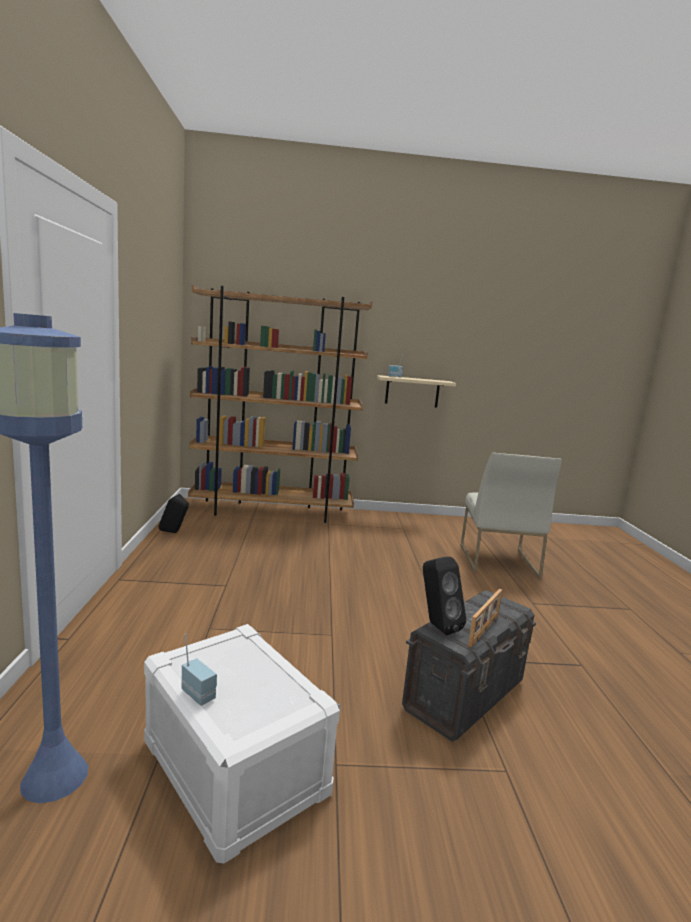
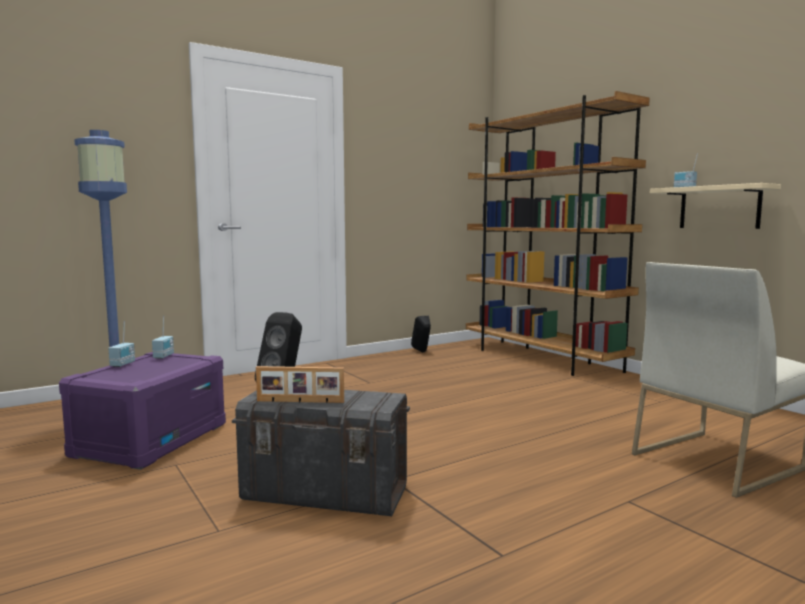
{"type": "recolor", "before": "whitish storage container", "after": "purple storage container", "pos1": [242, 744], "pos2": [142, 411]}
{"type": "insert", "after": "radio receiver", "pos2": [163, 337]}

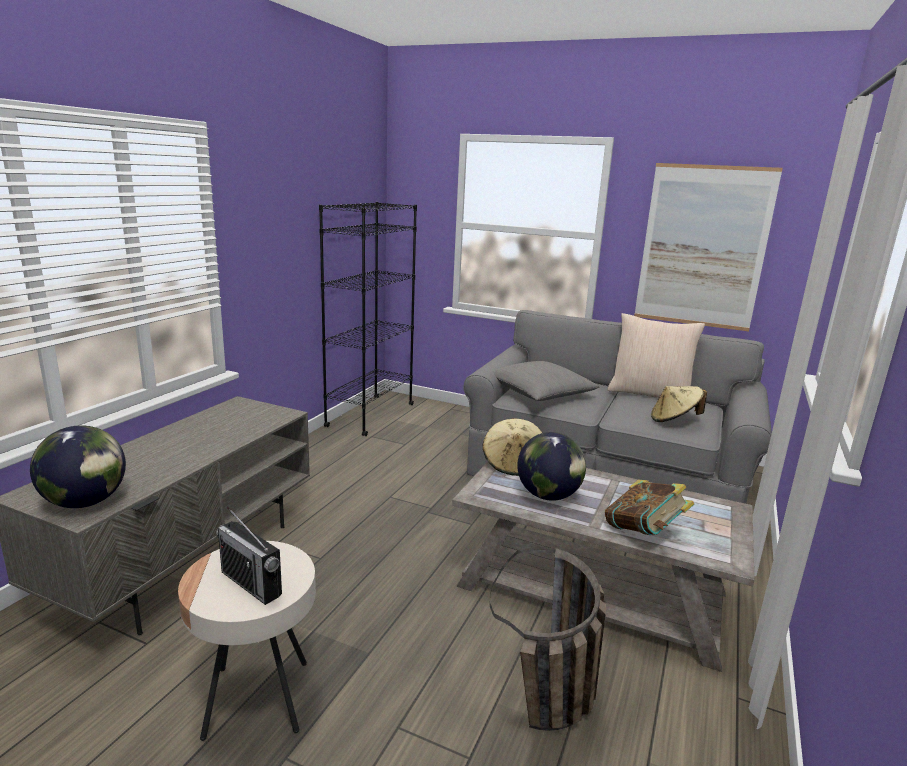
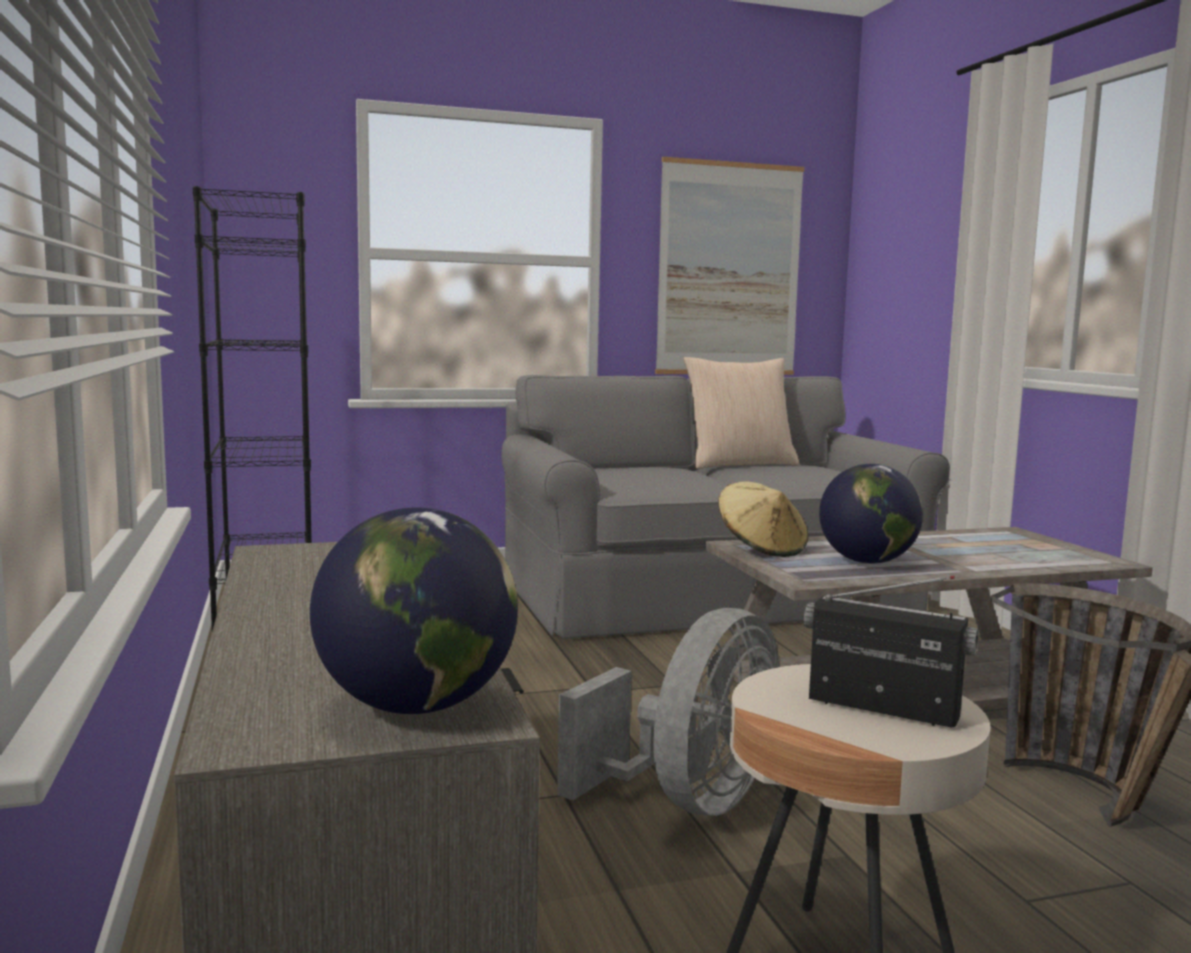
{"type": "delete", "before": "greyish cushion", "pos1": [546, 381]}
{"type": "delete", "before": "beige hat", "pos1": [679, 404]}
{"type": "delete", "before": "volume", "pos1": [649, 507]}
{"type": "rotate", "before": "radio receiver", "pos1": [249, 556], "pos2": [891, 651], "turn": -150}
{"type": "insert", "after": "greyish fan", "pos2": [668, 712]}

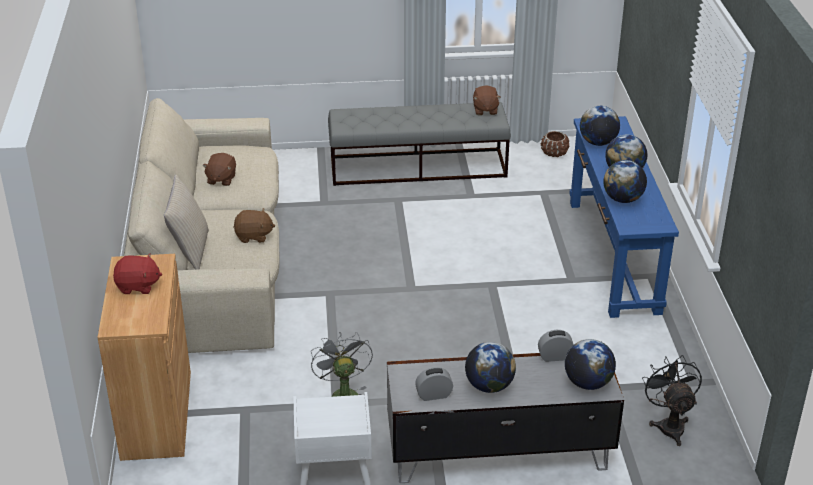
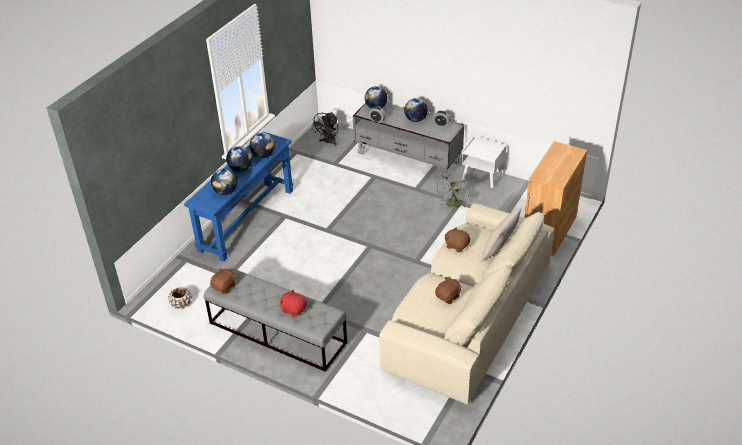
{"type": "move", "before": "red plush toy", "pos1": [137, 274], "pos2": [293, 303]}

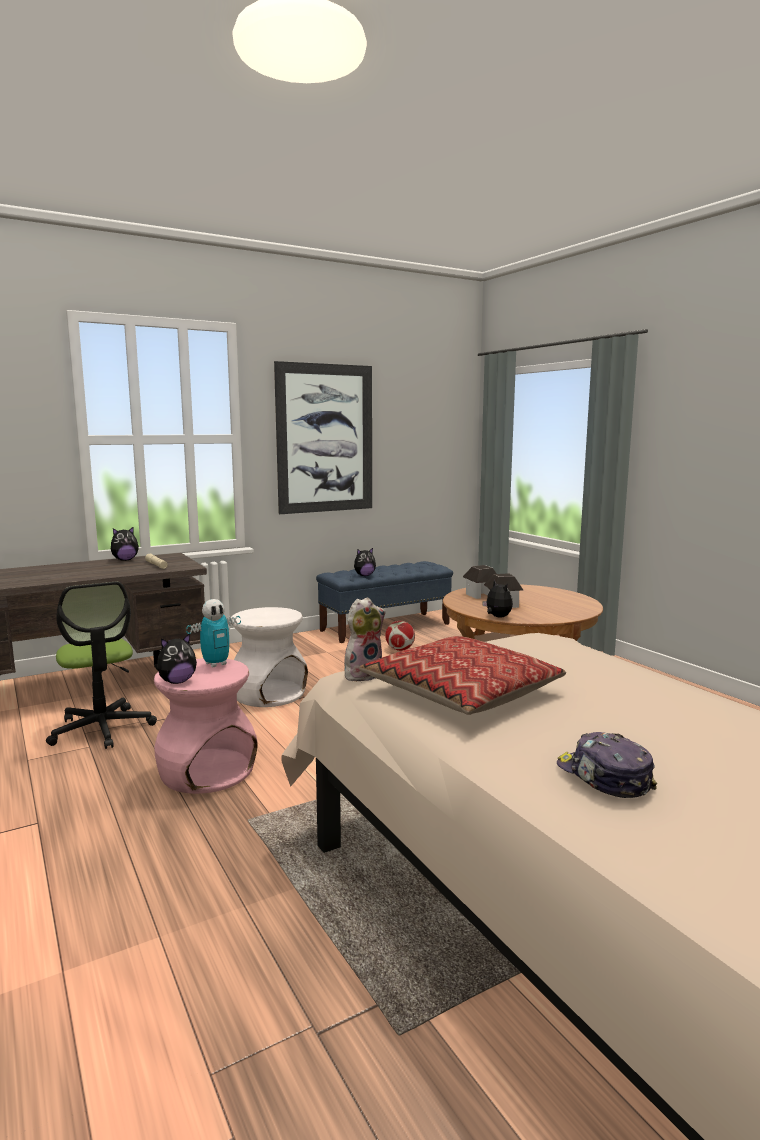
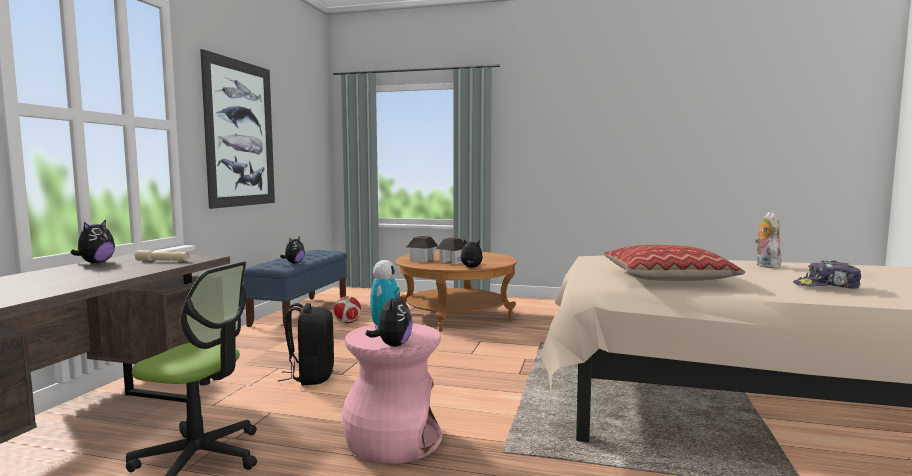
{"type": "move", "before": "plush toy", "pos1": [365, 639], "pos2": [767, 240]}
{"type": "replace", "before": "whitish stool", "after": "blackish rucksack", "pos1": [269, 657], "pos2": [306, 344]}

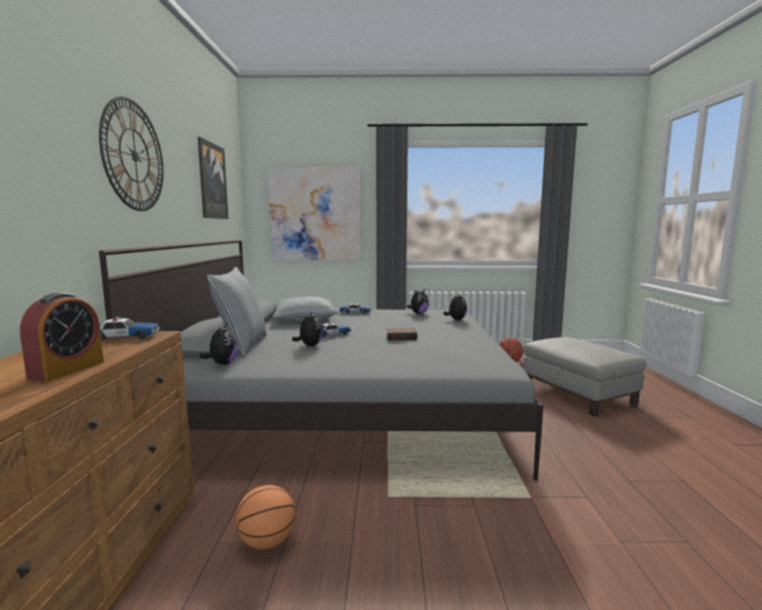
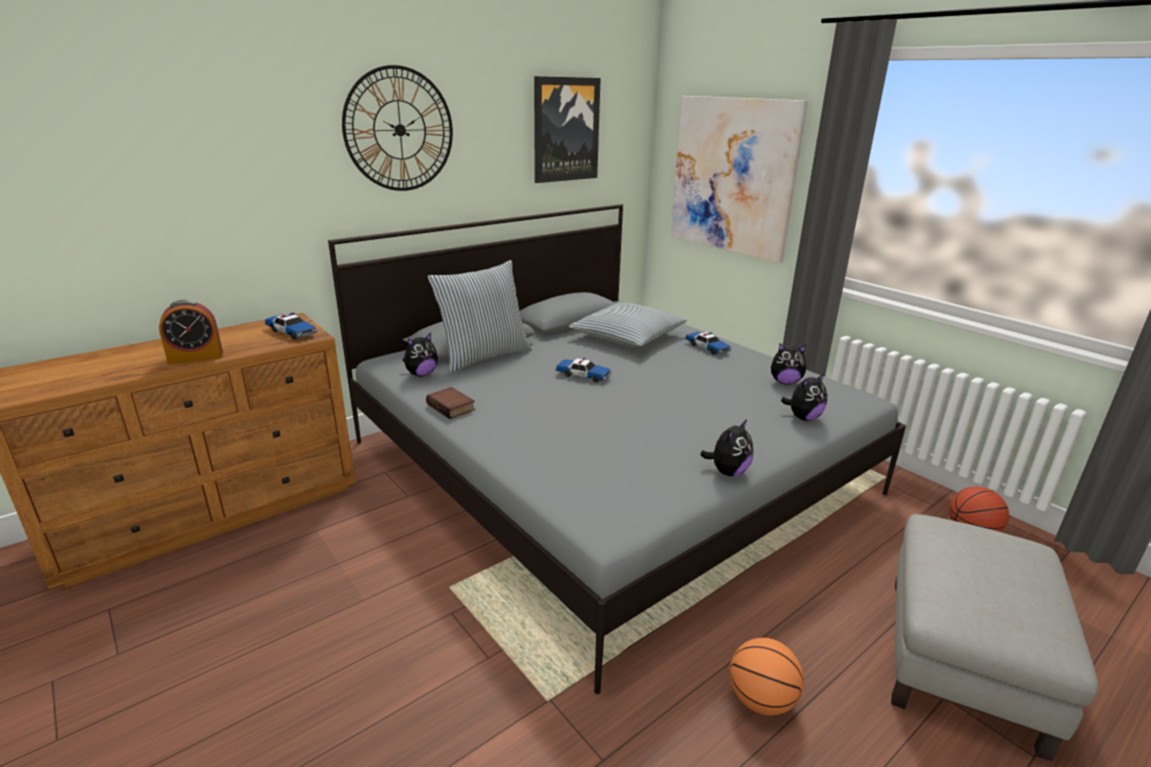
{"type": "move", "before": "plush toy", "pos1": [307, 329], "pos2": [726, 447]}
{"type": "move", "before": "volume", "pos1": [402, 334], "pos2": [450, 403]}
{"type": "move", "before": "basketball", "pos1": [265, 517], "pos2": [766, 676]}

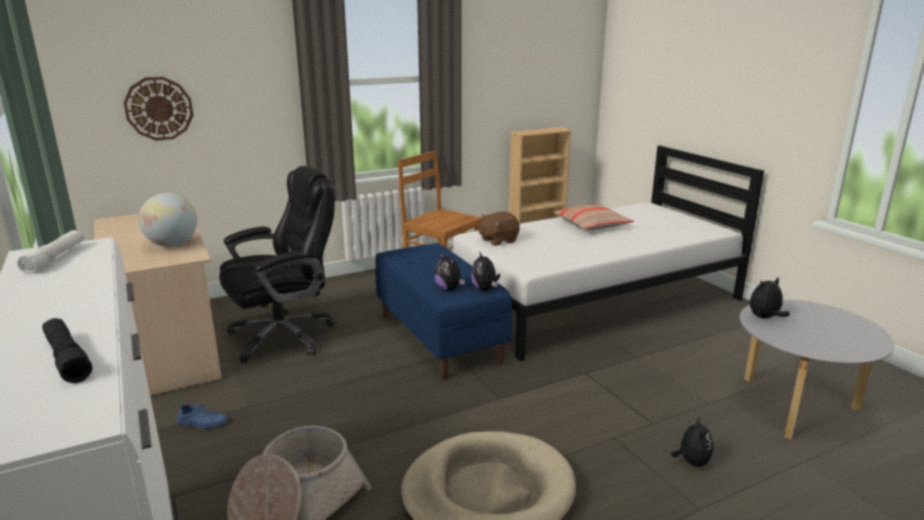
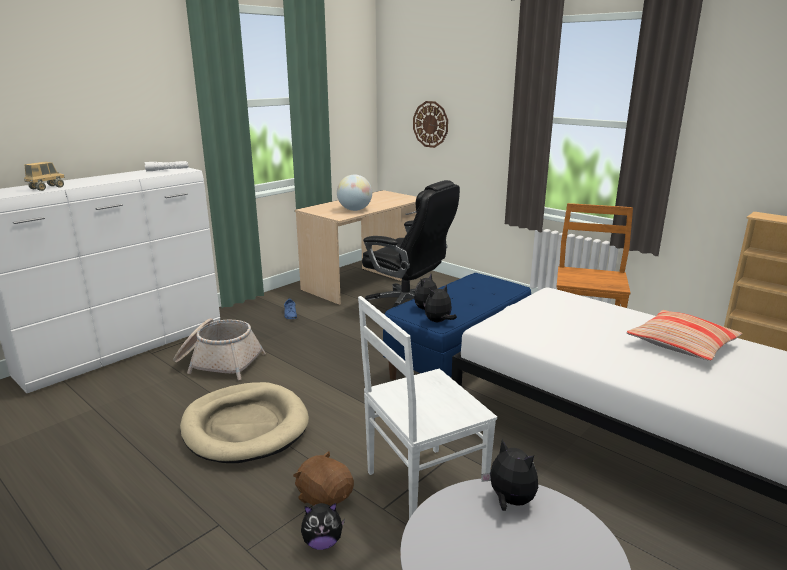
{"type": "move", "before": "brown plush toy", "pos1": [499, 228], "pos2": [323, 478]}
{"type": "replace", "before": "blackish flashlight", "after": "model truck", "pos1": [67, 350], "pos2": [44, 176]}
{"type": "insert", "after": "whitish upright chair", "pos2": [427, 407]}

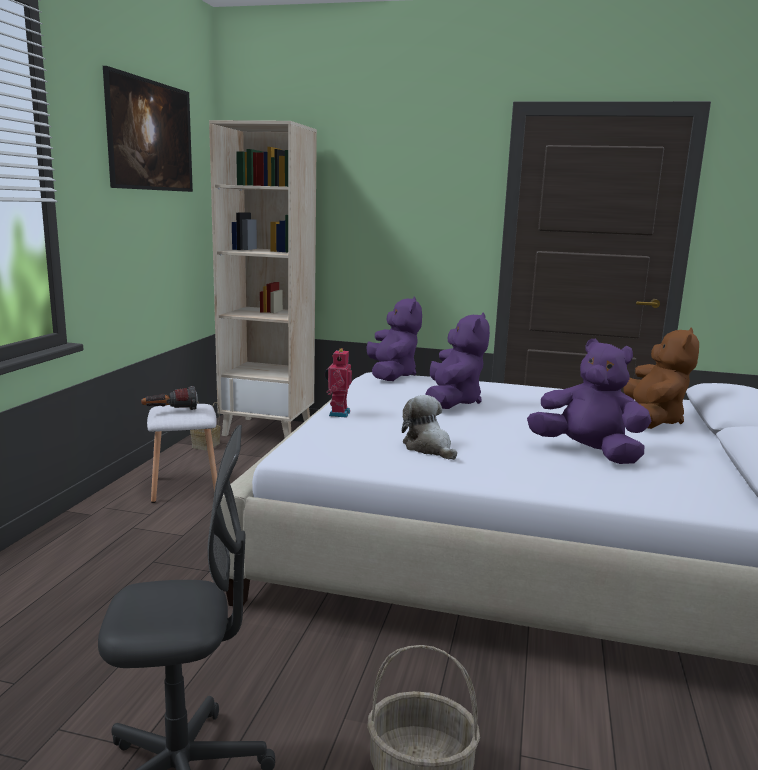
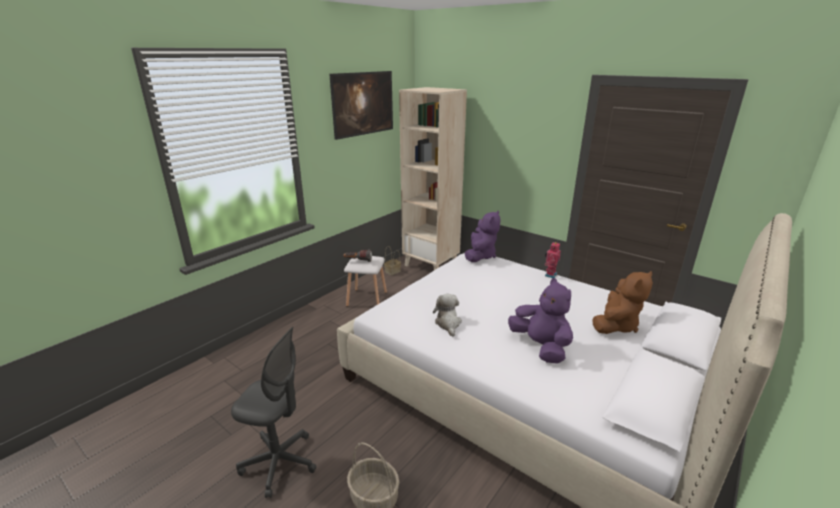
{"type": "delete", "before": "purple plush toy", "pos1": [457, 360]}
{"type": "move", "before": "model robot", "pos1": [338, 383], "pos2": [553, 260]}

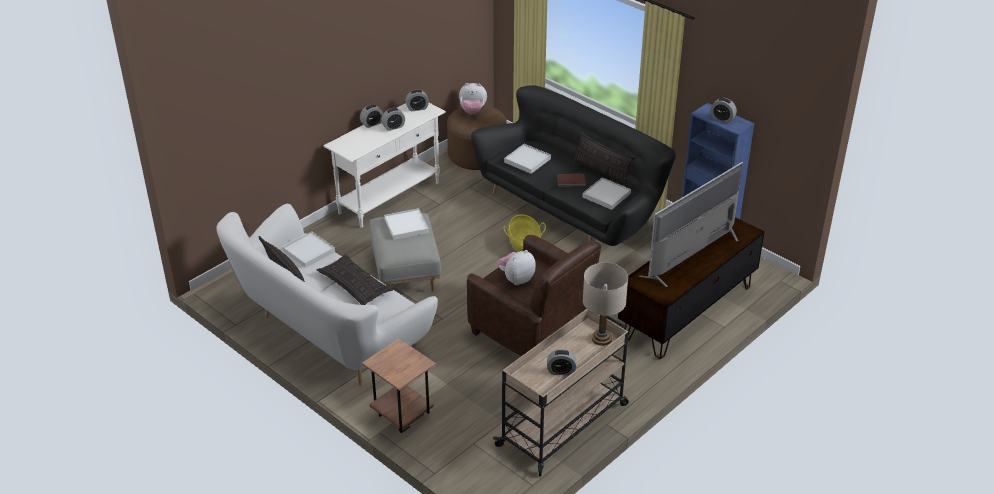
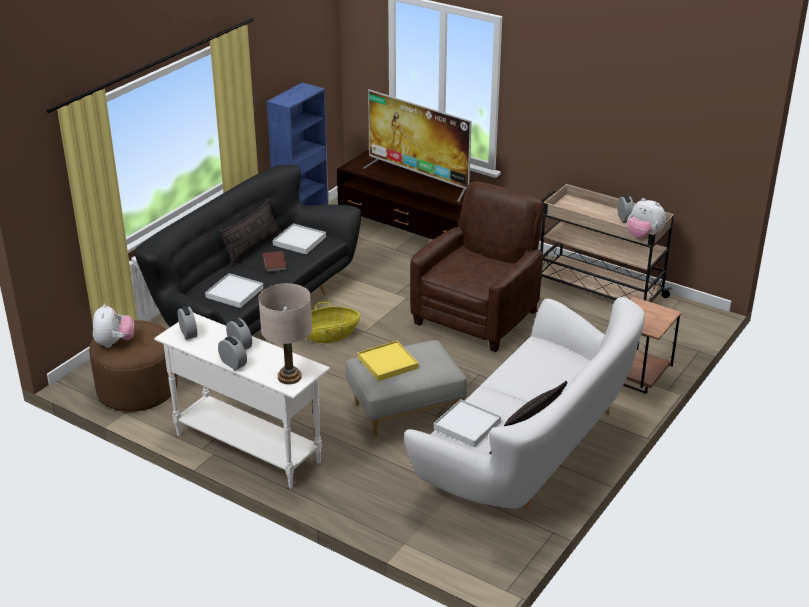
{"type": "delete", "before": "table clock", "pos1": [723, 110]}
{"type": "recolor", "before": "whitish tray", "after": "yellowish tray", "pos1": [406, 224], "pos2": [388, 361]}
{"type": "move", "before": "plush toy", "pos1": [517, 267], "pos2": [646, 218]}
{"type": "delete", "before": "cushion", "pos1": [355, 279]}
{"type": "move", "before": "beige lamp for a table", "pos1": [605, 304], "pos2": [285, 333]}

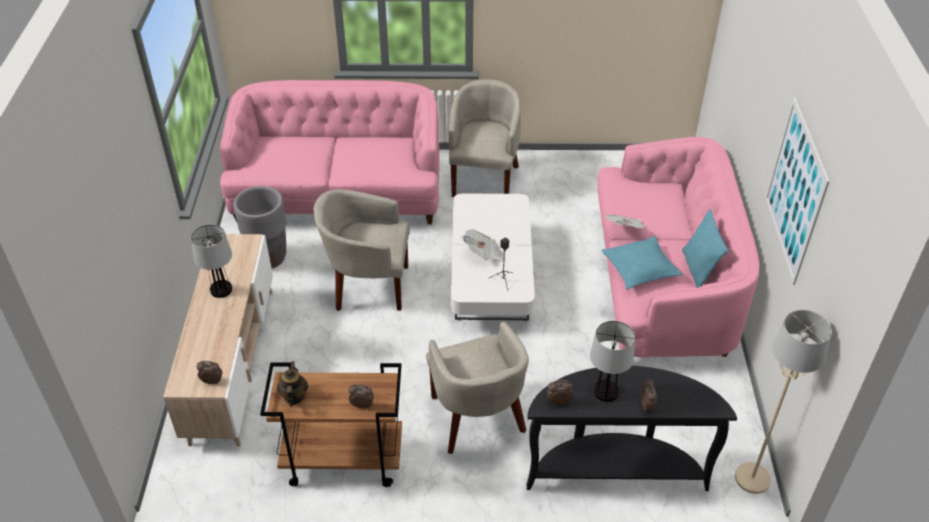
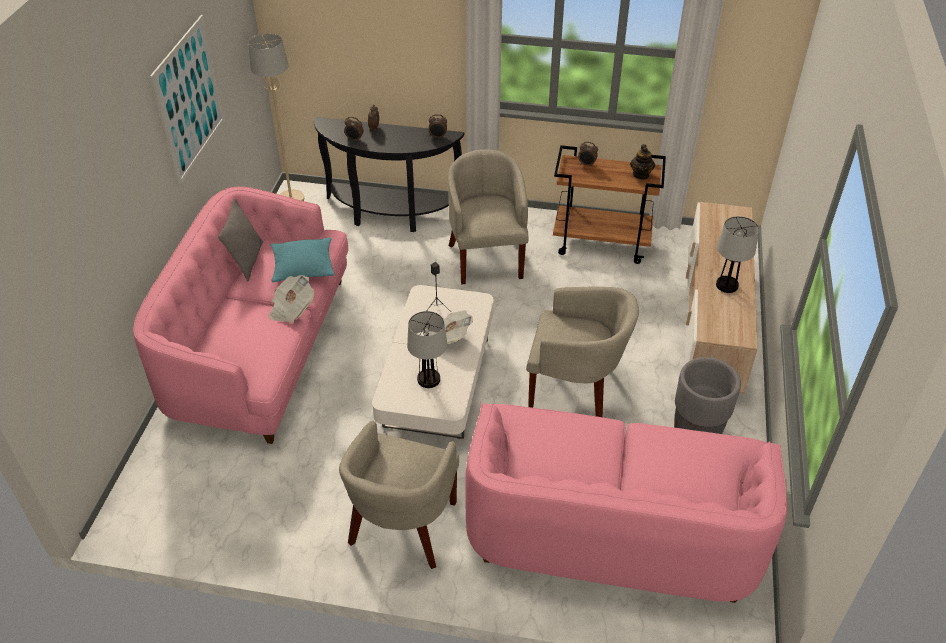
{"type": "recolor", "before": "turquoise-coloured cushion", "after": "greyish cushion", "pos1": [705, 248], "pos2": [240, 240]}
{"type": "move", "before": "lamp for a table", "pos1": [612, 361], "pos2": [427, 349]}
{"type": "move", "before": "table clock", "pos1": [209, 373], "pos2": [354, 129]}

